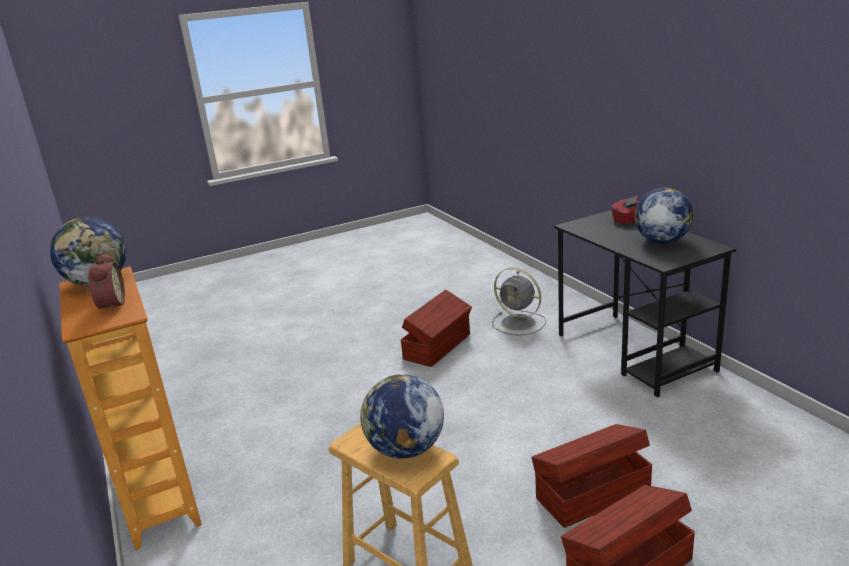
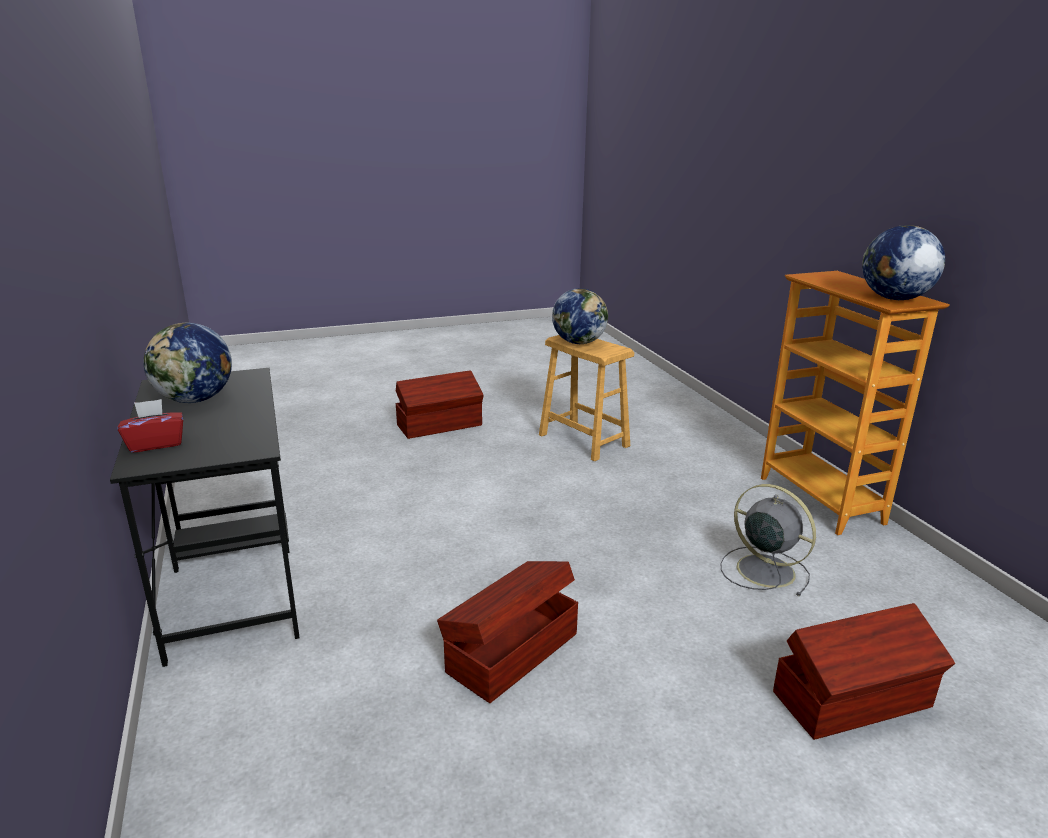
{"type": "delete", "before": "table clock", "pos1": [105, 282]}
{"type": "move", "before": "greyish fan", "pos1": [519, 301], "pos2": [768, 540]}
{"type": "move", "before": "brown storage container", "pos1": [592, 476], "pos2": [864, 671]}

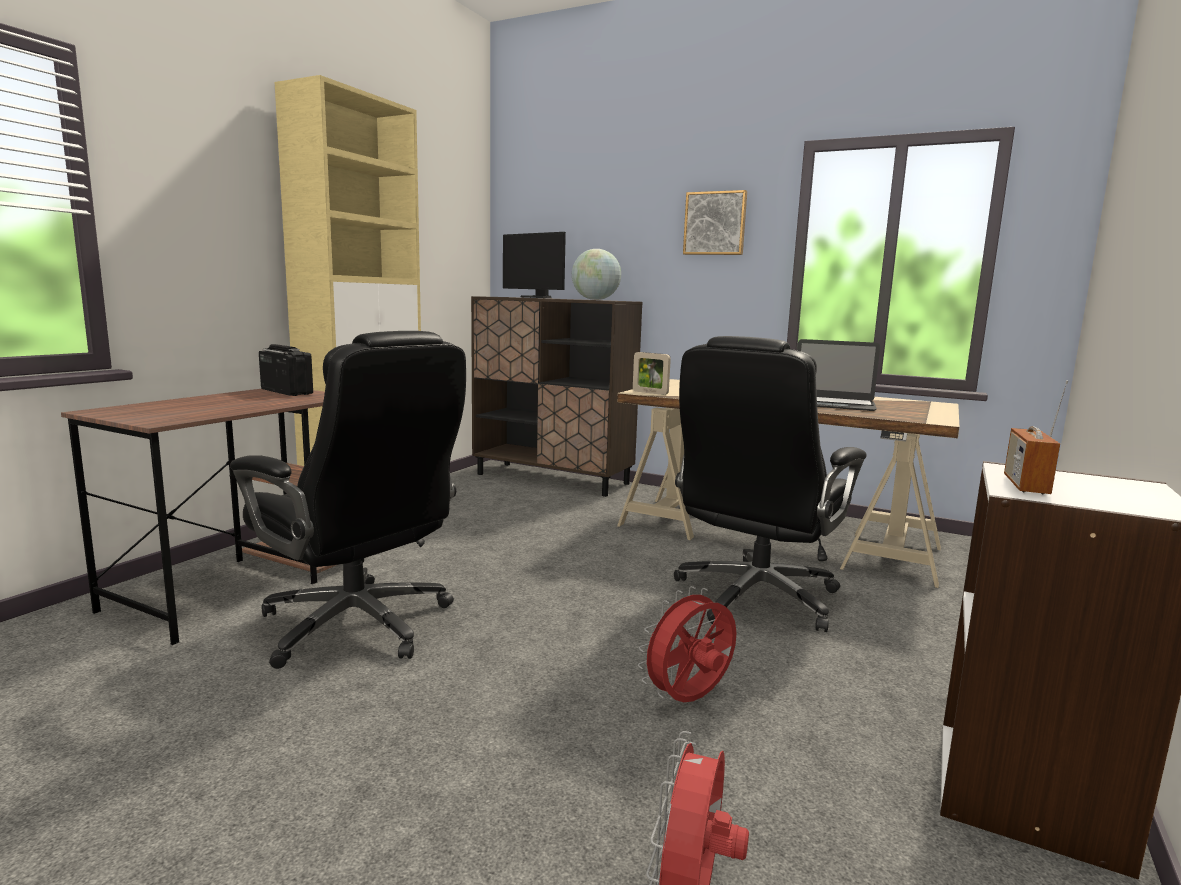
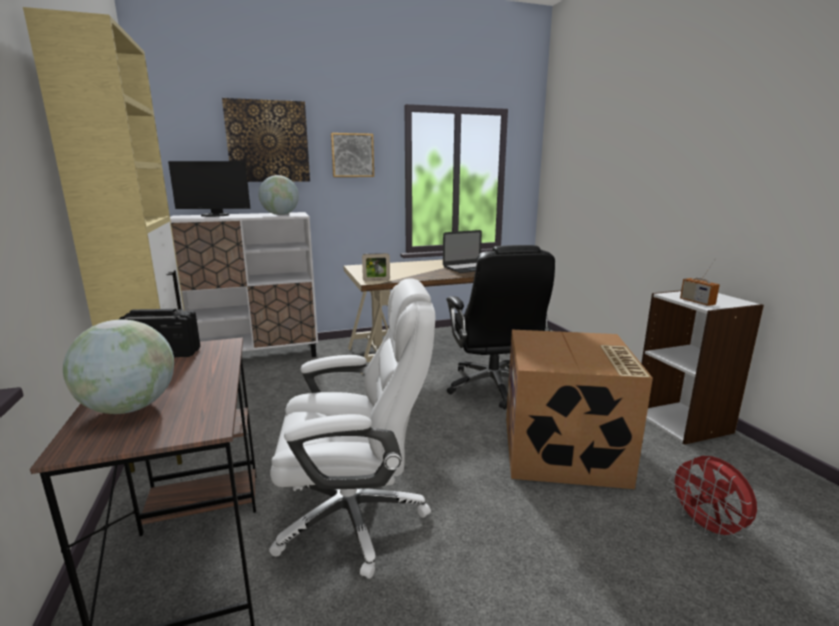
{"type": "recolor", "before": "brown storage cabinet", "after": "whitish storage cabinet", "pos1": [556, 396], "pos2": [244, 284]}
{"type": "recolor", "before": "blackish office chair", "after": "whitish office chair", "pos1": [348, 500], "pos2": [352, 428]}
{"type": "replace", "before": "red fan", "after": "carton", "pos1": [687, 644], "pos2": [579, 409]}
{"type": "insert", "after": "picture", "pos2": [266, 140]}
{"type": "insert", "after": "world globe", "pos2": [118, 366]}

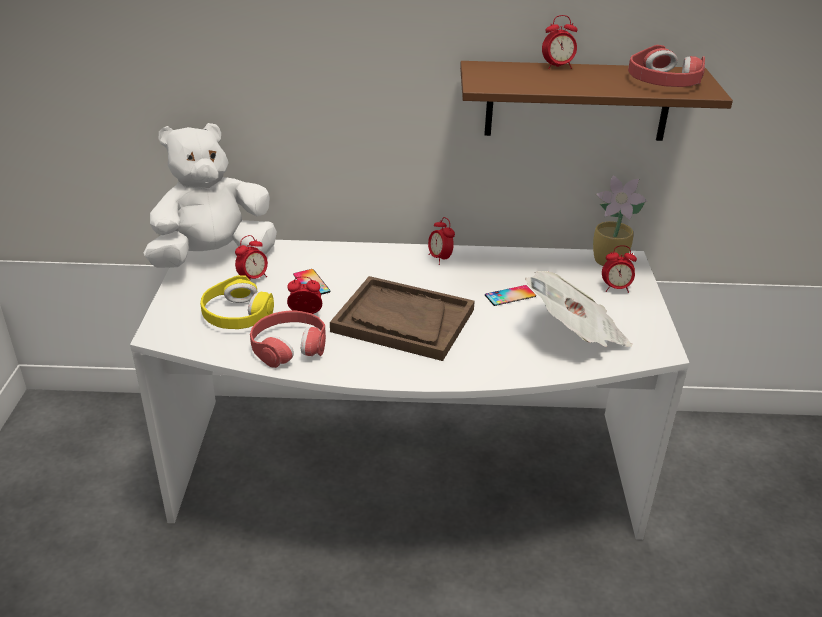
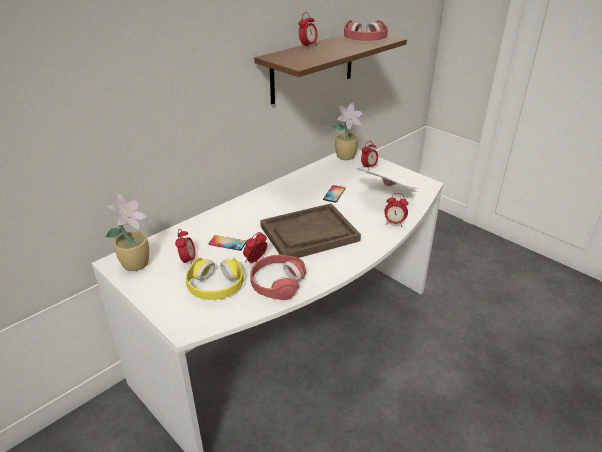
{"type": "replace", "before": "whitish plush toy", "after": "houseplant", "pos1": [210, 195], "pos2": [127, 232]}
{"type": "move", "before": "table clock", "pos1": [441, 241], "pos2": [396, 210]}

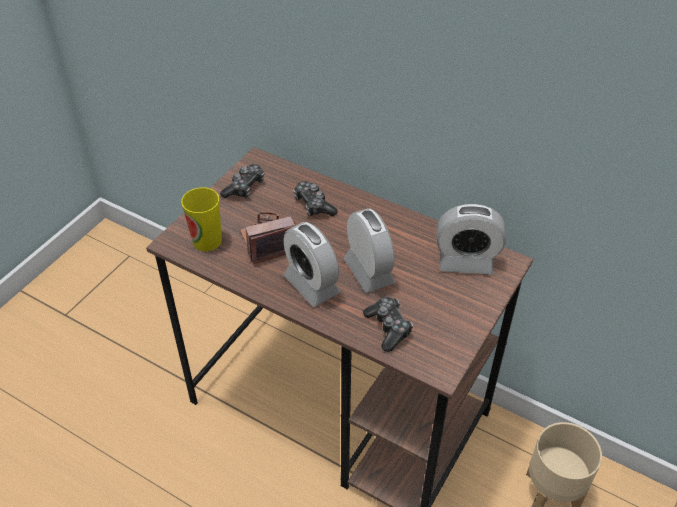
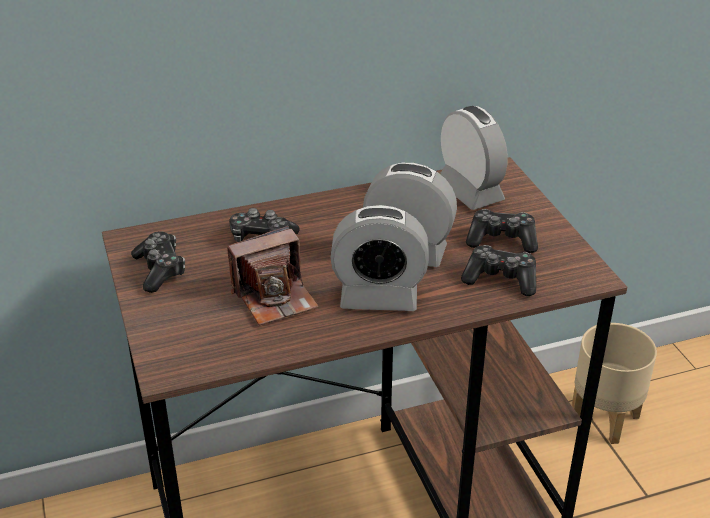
{"type": "delete", "before": "drinking cup", "pos1": [201, 219]}
{"type": "rotate", "before": "table clock", "pos1": [471, 239], "pos2": [474, 158], "turn": -75}
{"type": "rotate", "before": "photo camera", "pos1": [268, 238], "pos2": [273, 276], "turn": -135}
{"type": "insert", "after": "gamepad", "pos2": [502, 231]}

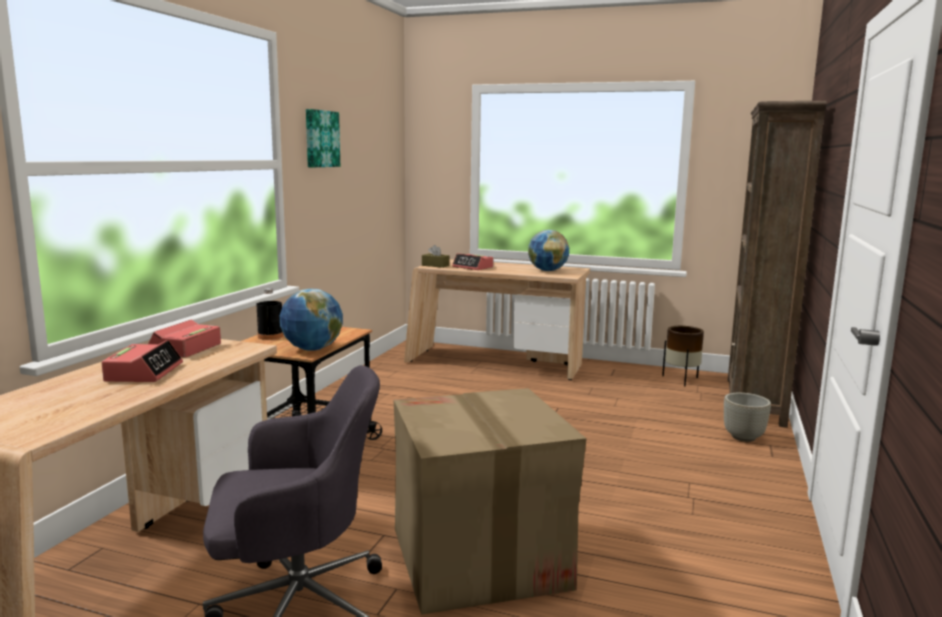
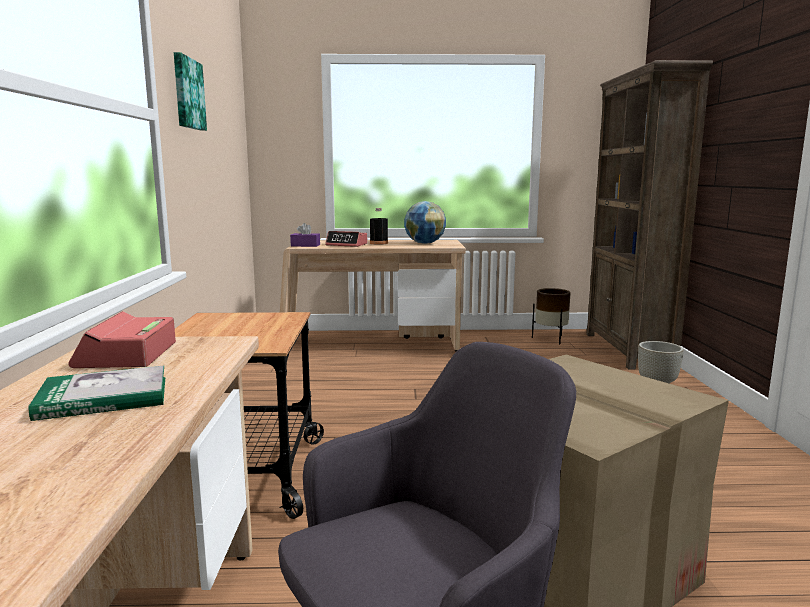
{"type": "recolor", "before": "brown tissue holder", "after": "purple tissue holder", "pos1": [435, 256], "pos2": [305, 235]}
{"type": "move", "before": "blackish beverage bottle", "pos1": [270, 314], "pos2": [379, 226]}
{"type": "delete", "before": "world globe", "pos1": [311, 320]}
{"type": "replace", "before": "table clock", "after": "volume", "pos1": [142, 361], "pos2": [97, 393]}

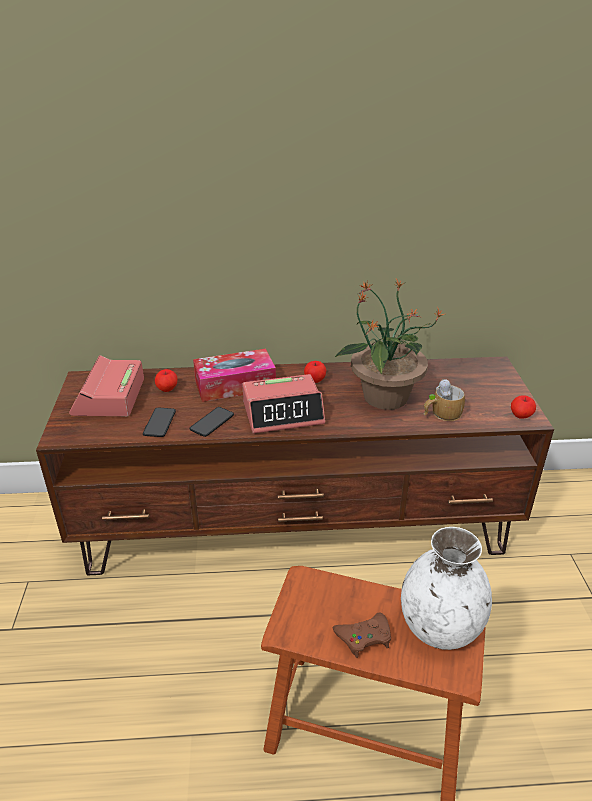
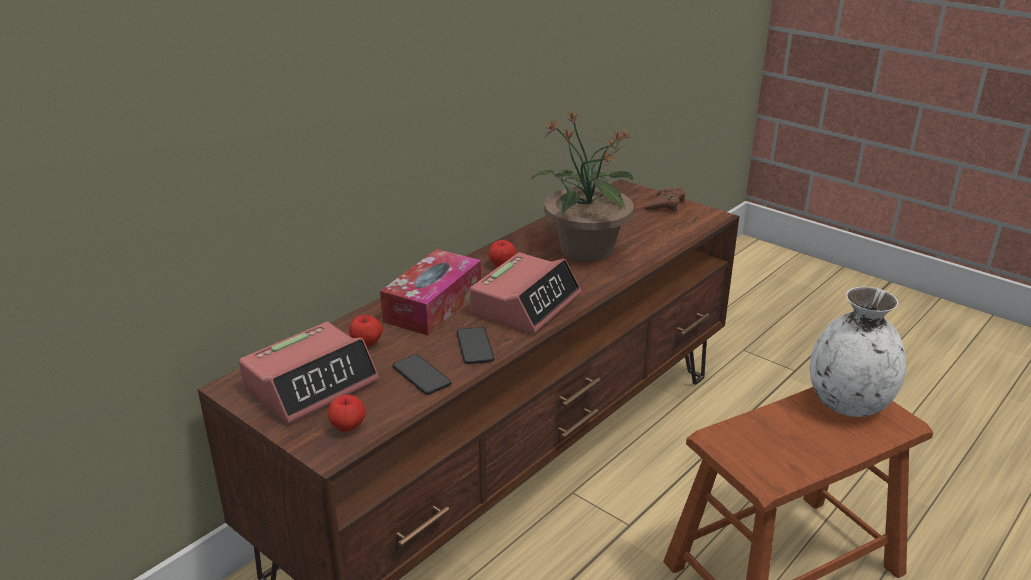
{"type": "rotate", "before": "table clock", "pos1": [106, 385], "pos2": [309, 373], "turn": -90}
{"type": "delete", "before": "tea mug", "pos1": [444, 400]}
{"type": "move", "before": "whole apple", "pos1": [523, 407], "pos2": [346, 413]}
{"type": "move", "before": "brown gamepad", "pos1": [362, 635], "pos2": [665, 199]}

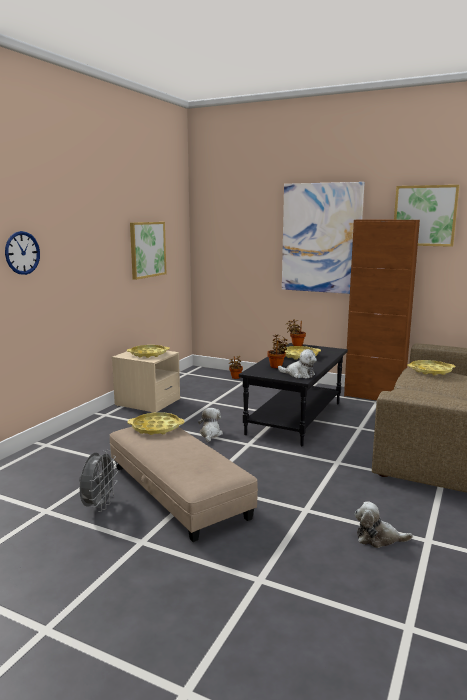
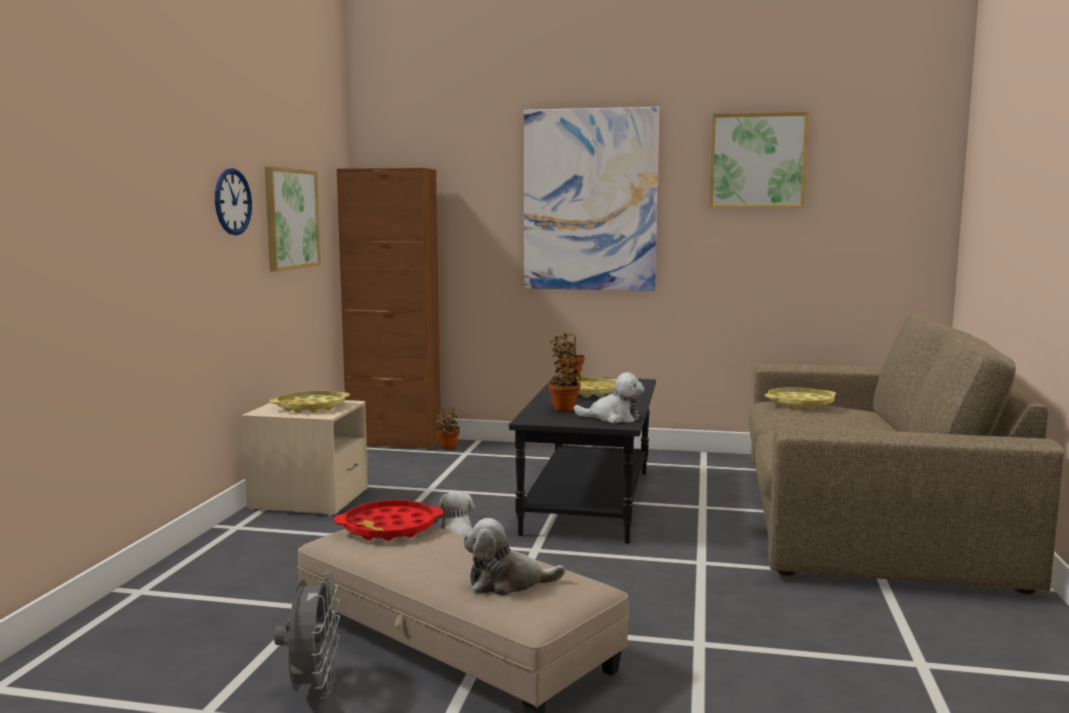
{"type": "move", "before": "brown storage cabinet", "pos1": [382, 309], "pos2": [389, 308]}
{"type": "move", "before": "hanging clock", "pos1": [22, 253], "pos2": [233, 201]}
{"type": "recolor", "before": "yellowish tray", "after": "red tray", "pos1": [155, 423], "pos2": [388, 520]}
{"type": "move", "before": "plush toy", "pos1": [384, 524], "pos2": [514, 557]}

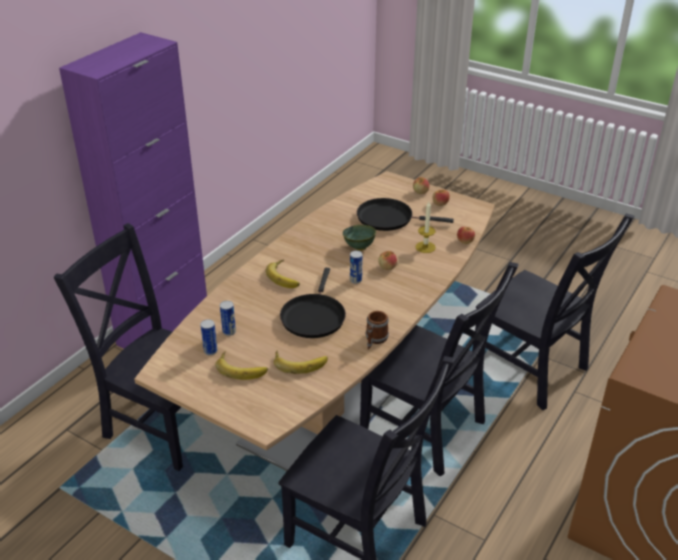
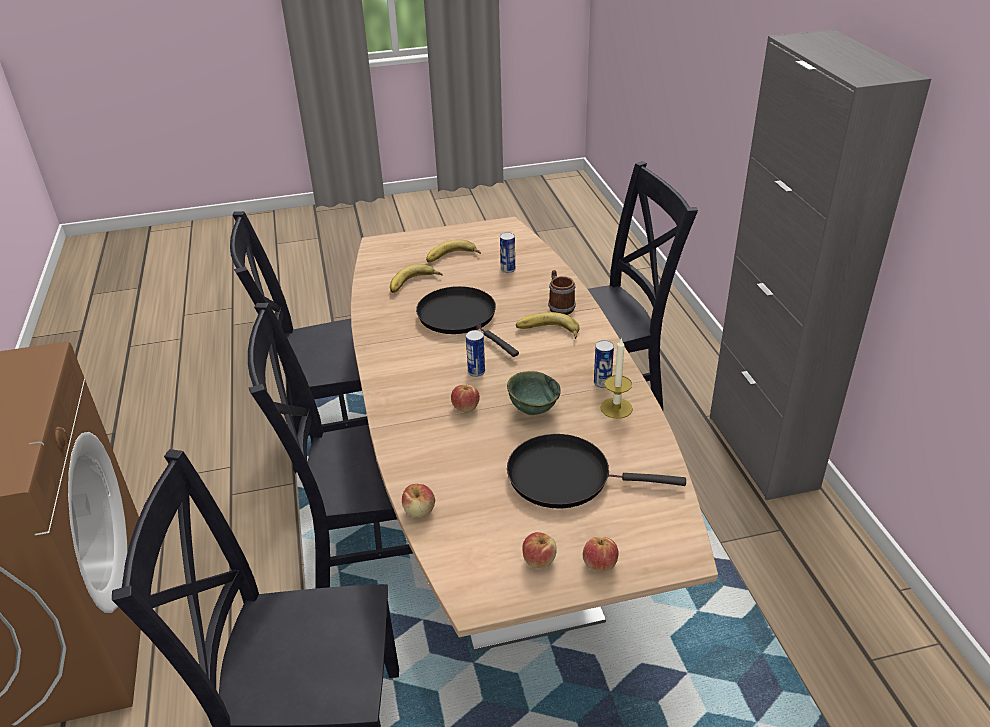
{"type": "recolor", "before": "purple storage cabinet", "after": "greyish storage cabinet", "pos1": [133, 190], "pos2": [820, 264]}
{"type": "rotate", "before": "blackish skillet", "pos1": [405, 214], "pos2": [596, 471], "turn": -135}
{"type": "move", "before": "wax candle", "pos1": [425, 227], "pos2": [616, 378]}
{"type": "move", "before": "tea mug", "pos1": [377, 330], "pos2": [562, 292]}
{"type": "move", "before": "sealed can", "pos1": [209, 337], "pos2": [604, 364]}

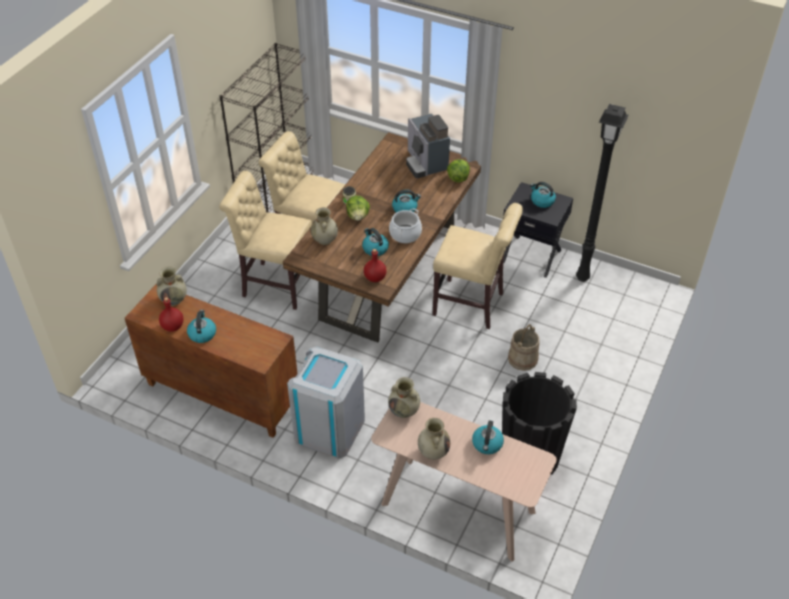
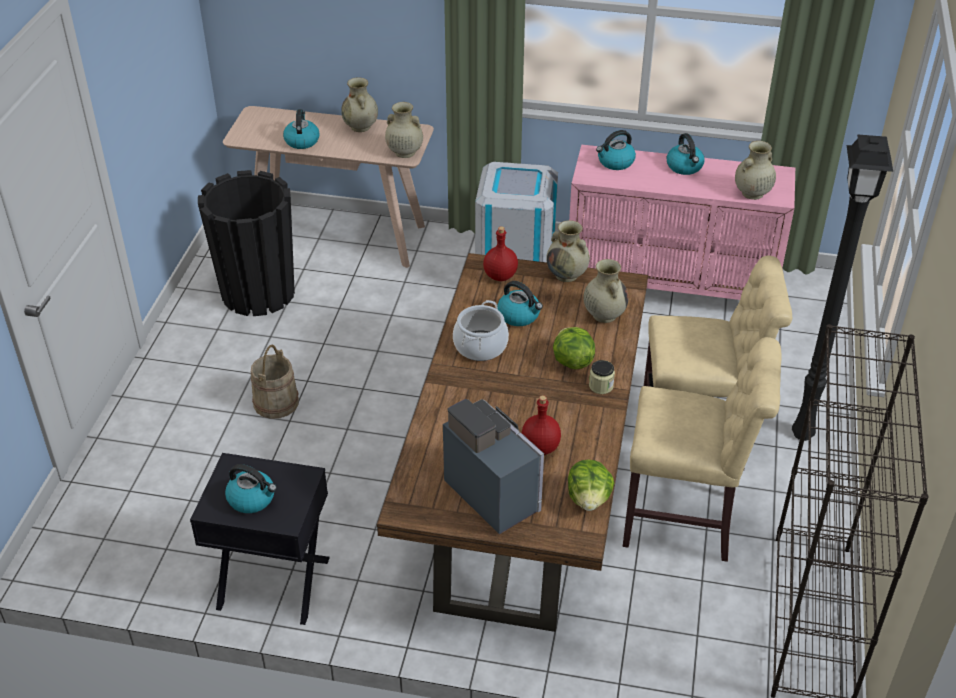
{"type": "move", "before": "blackish standing lamp", "pos1": [602, 193], "pos2": [842, 287]}
{"type": "move", "before": "lettuce", "pos1": [458, 170], "pos2": [591, 485]}
{"type": "move", "before": "tea kettle", "pos1": [406, 200], "pos2": [616, 150]}
{"type": "delete", "before": "beige upright chair", "pos1": [477, 266]}
{"type": "recolor", "before": "brown storage cabinet", "after": "pinkish storage cabinet", "pos1": [211, 360], "pos2": [682, 222]}
{"type": "move", "before": "red beverage bottle", "pos1": [171, 314], "pos2": [541, 425]}
{"type": "insert", "after": "beige flower vase", "pos2": [568, 251]}

